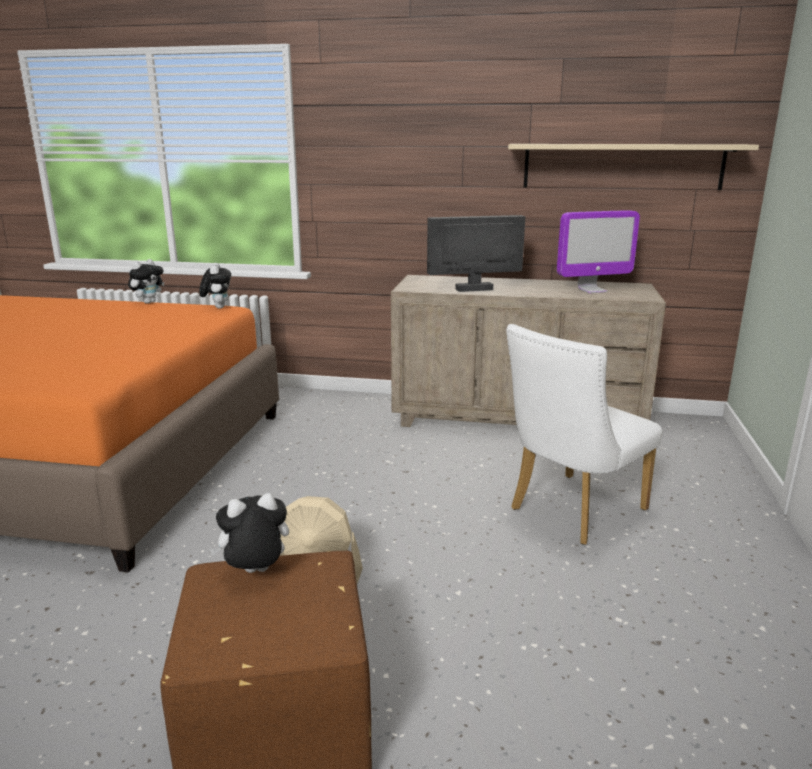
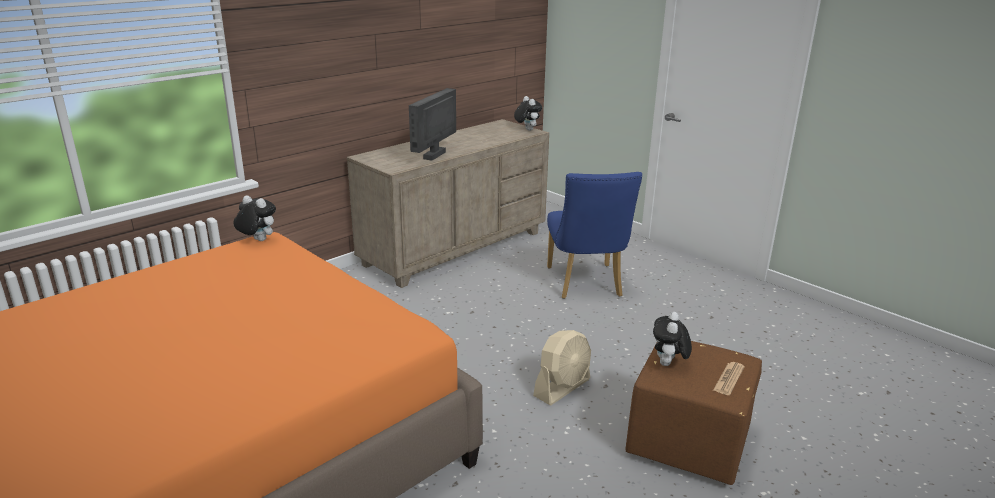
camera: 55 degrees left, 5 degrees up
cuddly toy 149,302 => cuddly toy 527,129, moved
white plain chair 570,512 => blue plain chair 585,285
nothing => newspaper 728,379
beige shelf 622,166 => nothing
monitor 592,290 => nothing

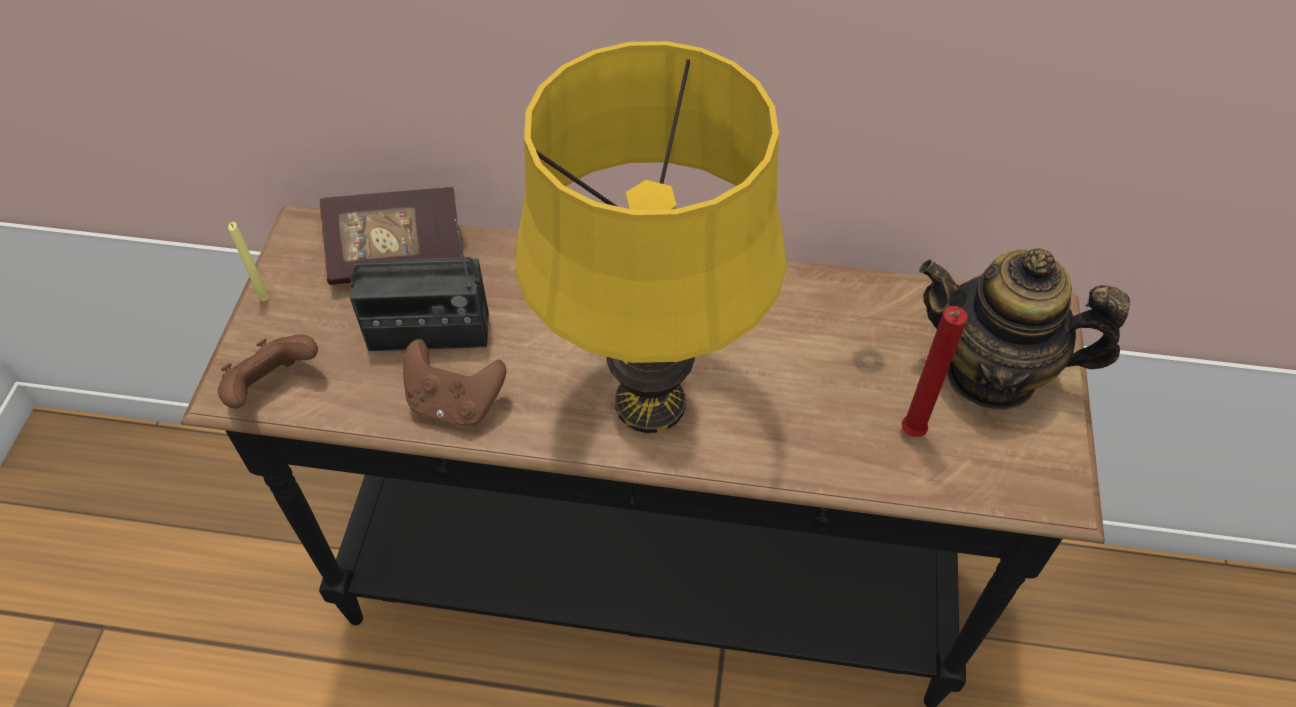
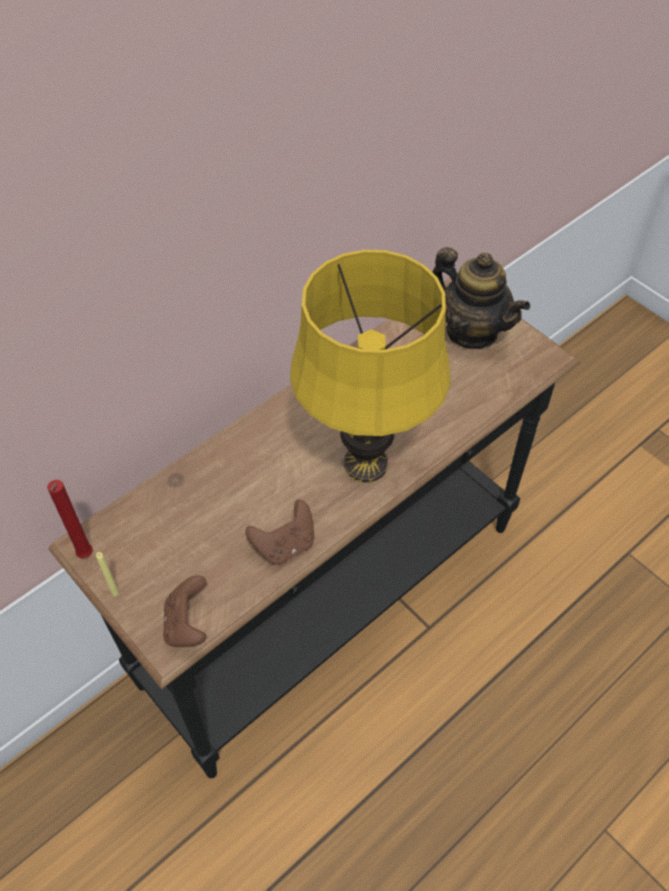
camera: 50 degrees left, 0 degrees up
red wax light 909,434 => red wax light 85,557, moved
pot for tea 991,373 => pot for tea 471,331, 105 degrees counterclockwise
volume 397,256 => nothing
radio 429,332 => nothing

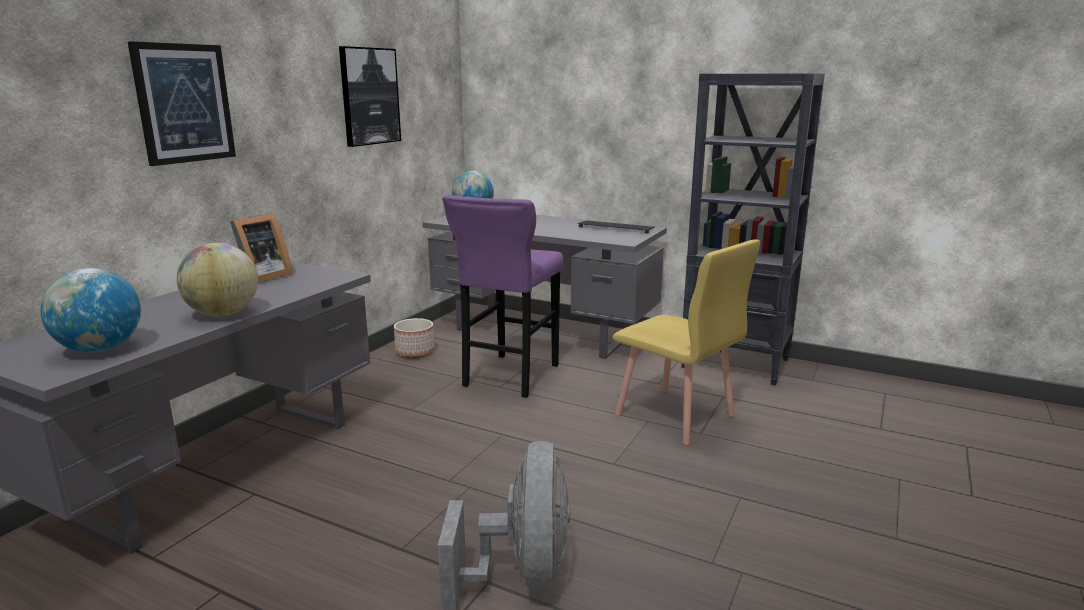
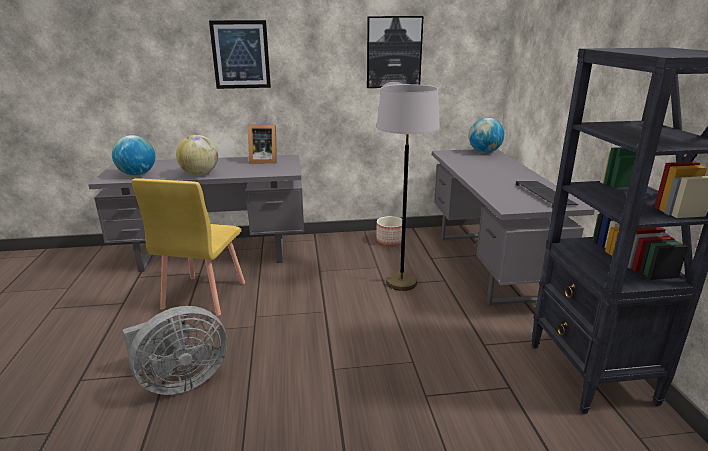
camera: 55 degrees right, 5 degrees up
yellow-coloured plain chair 675,415 => yellow-coloured plain chair 203,295, moved
purple-coloured sitting stool 509,377 => grey floor lamp 401,282

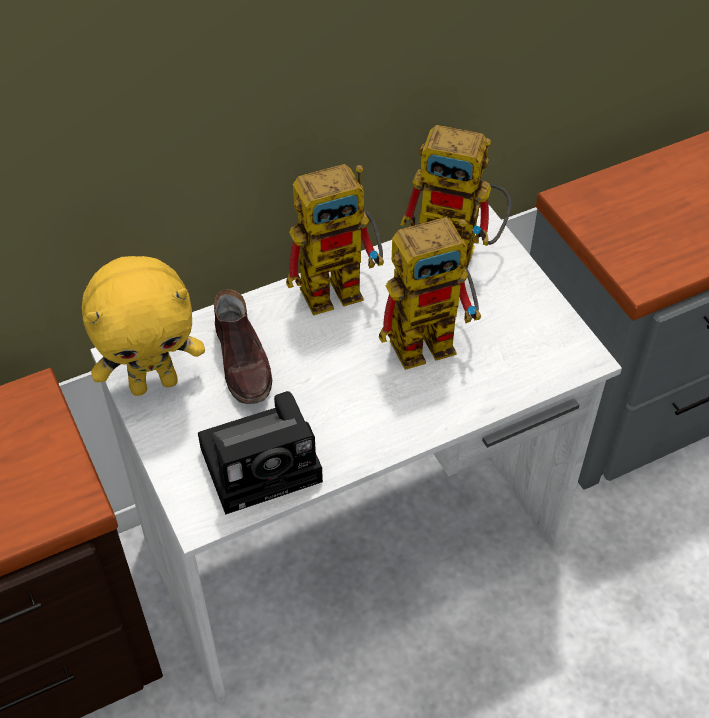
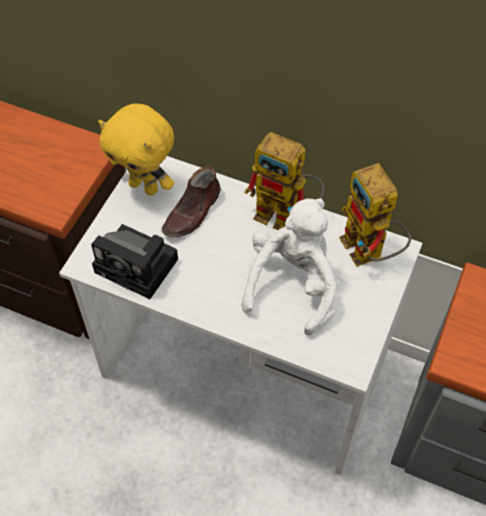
camera: 50 degrees right, 5 degrees up
toy robot 433,338 => white cuddly toy 292,283

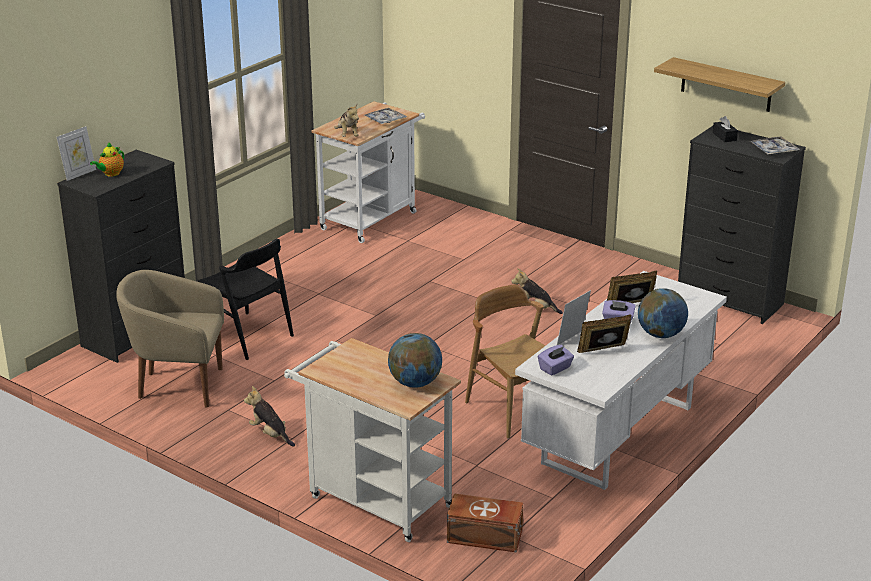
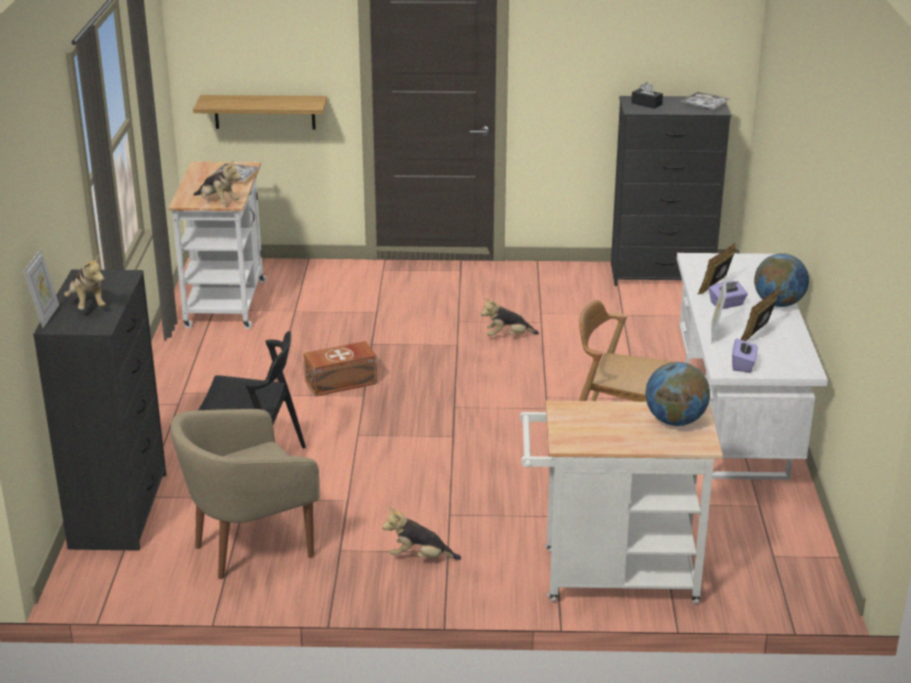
camera: 35 degrees left, 0 degrees up
pot for tea 110,174 => cuddly toy 87,304
shelf 726,85 => shelf 264,112, moved
brown-coloured storage container 485,537 => brown-coloured storage container 342,382, moved

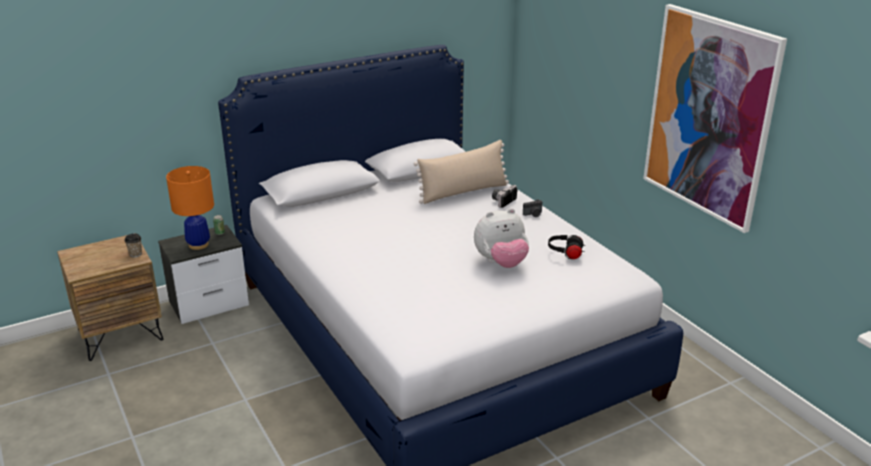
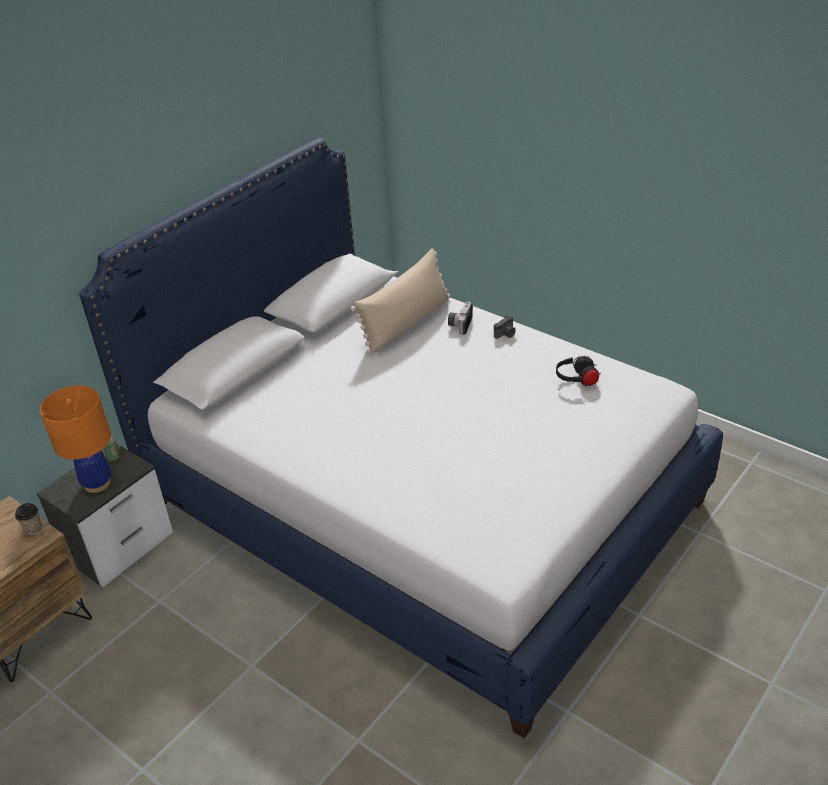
camera: 20 degrees left, 10 degrees up
cuddly toy 501,263 => nothing
wall picture 709,116 => nothing

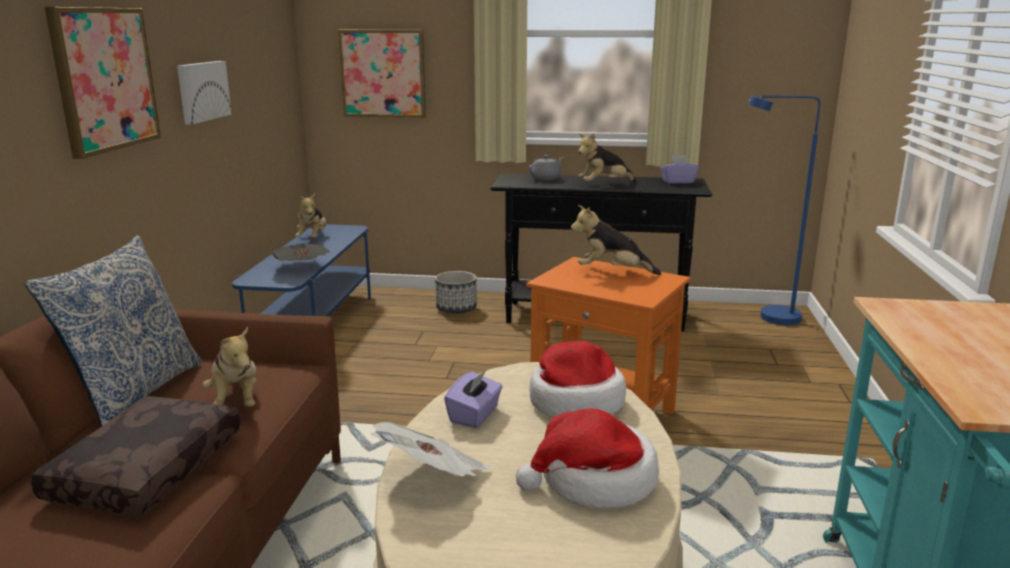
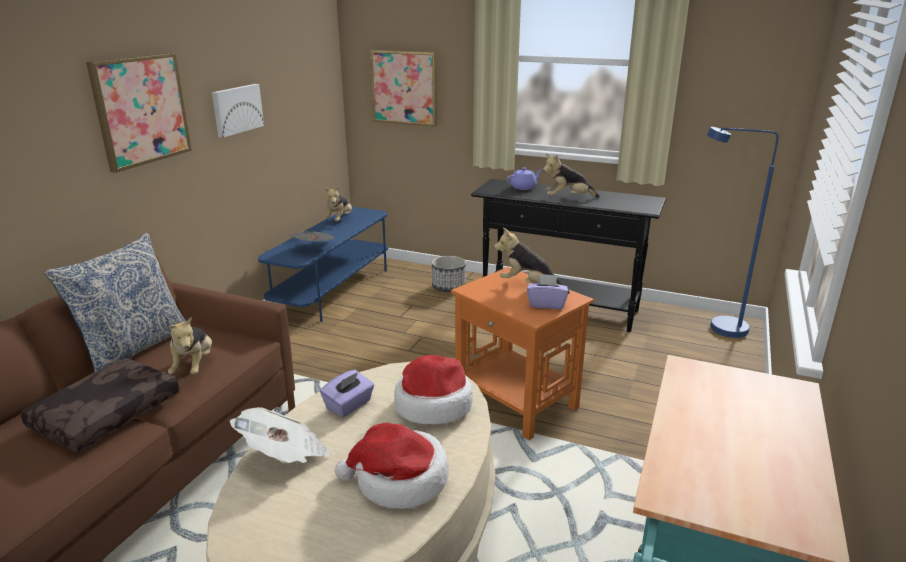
camera: 15 degrees right, 5 degrees up
grey pot for tea 546,178 => purple-coloured pot for tea 524,187
purple-coloured box of tissues 677,181 => purple-coloured box of tissues 546,304, moved

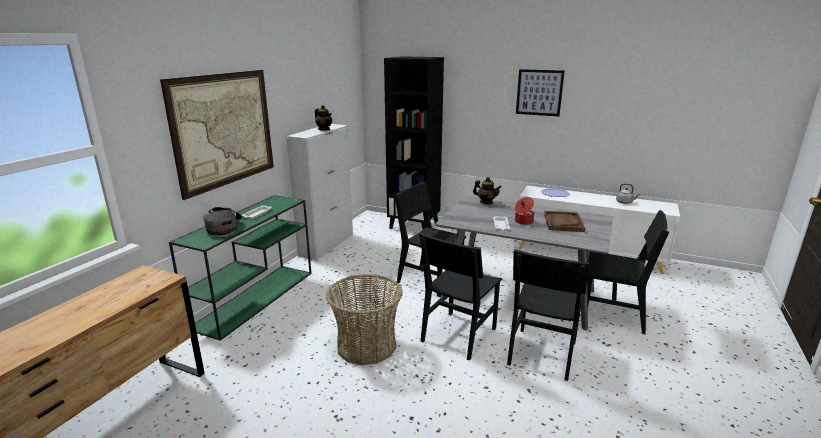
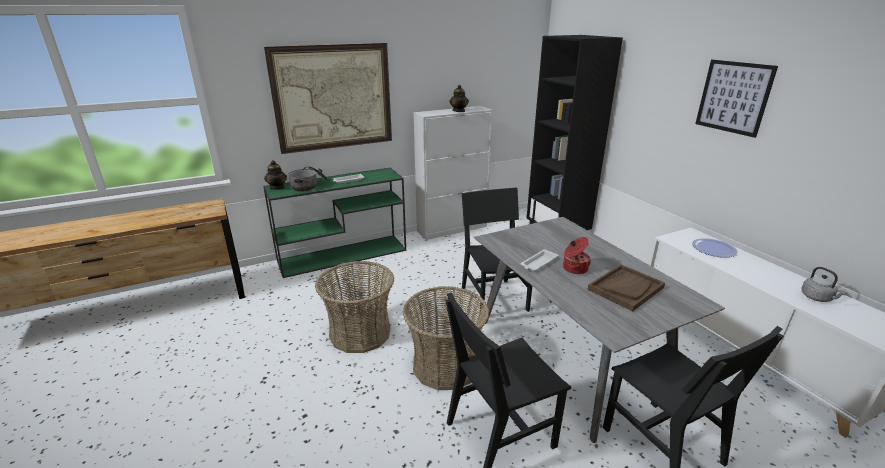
camera: 40 degrees right, 5 degrees up
pot for tea 486,202 => pot for tea 277,187, moved
black-coloured plain chair 458,334 => household basket 445,365

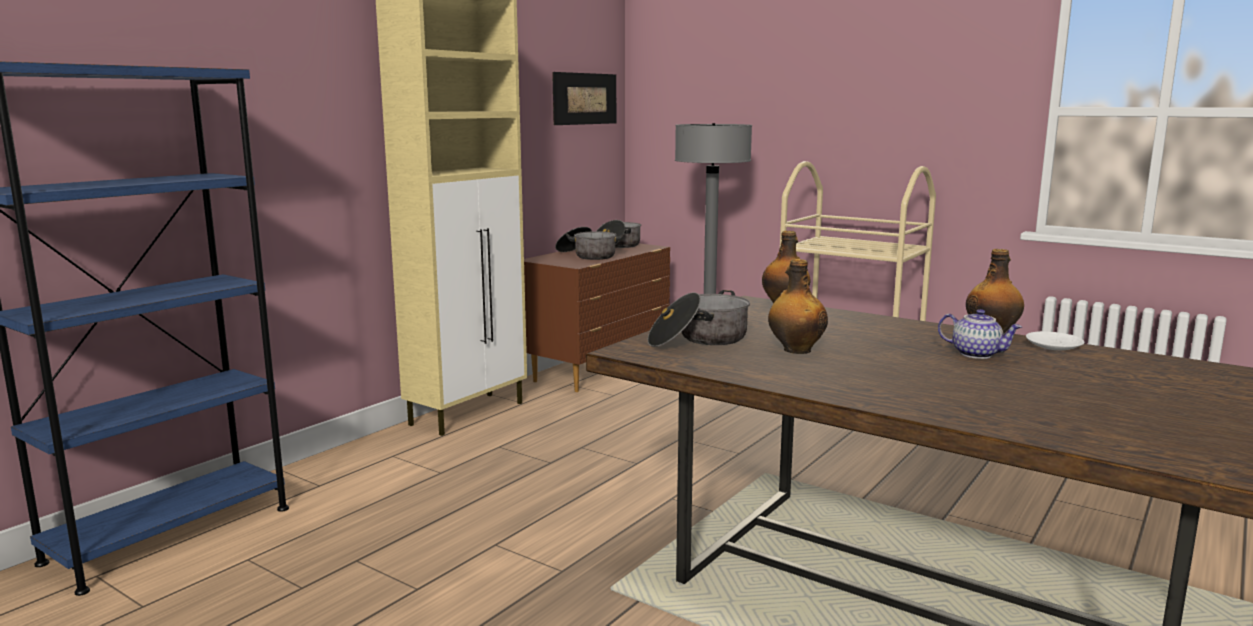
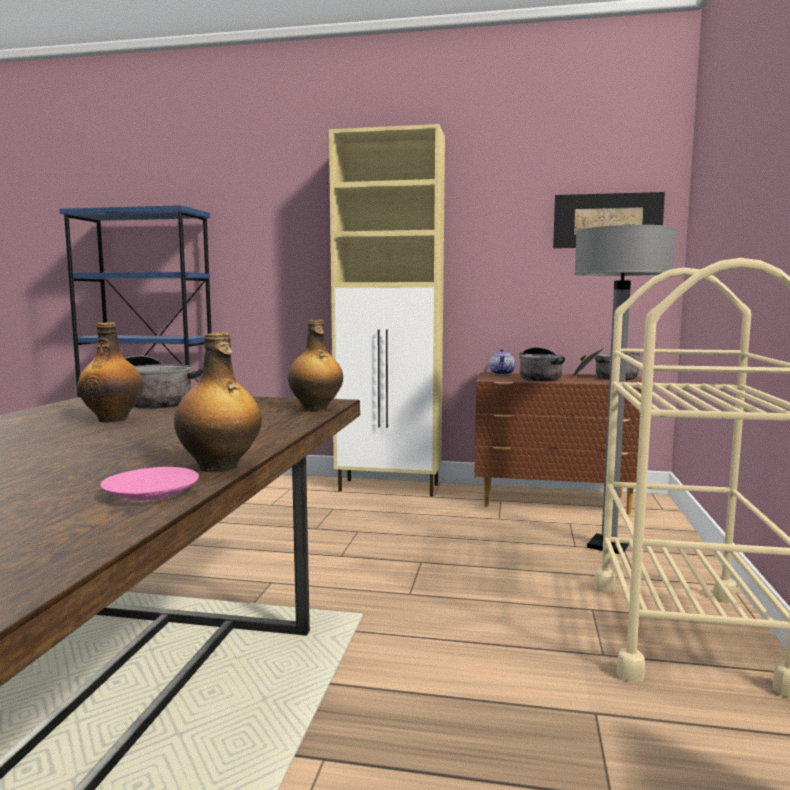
camera: 65 degrees right, 5 degrees down
white plate 1054,347 => pink plate 152,493
pot for tea 977,354 => pot for tea 502,374, moved

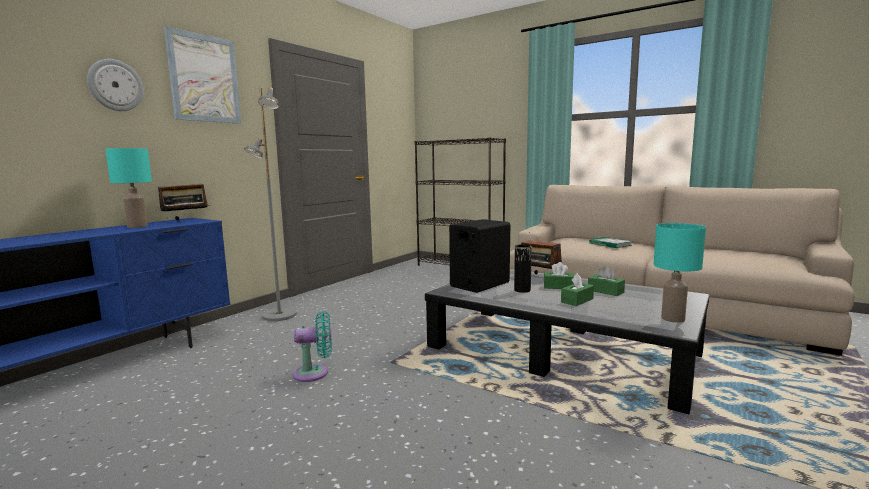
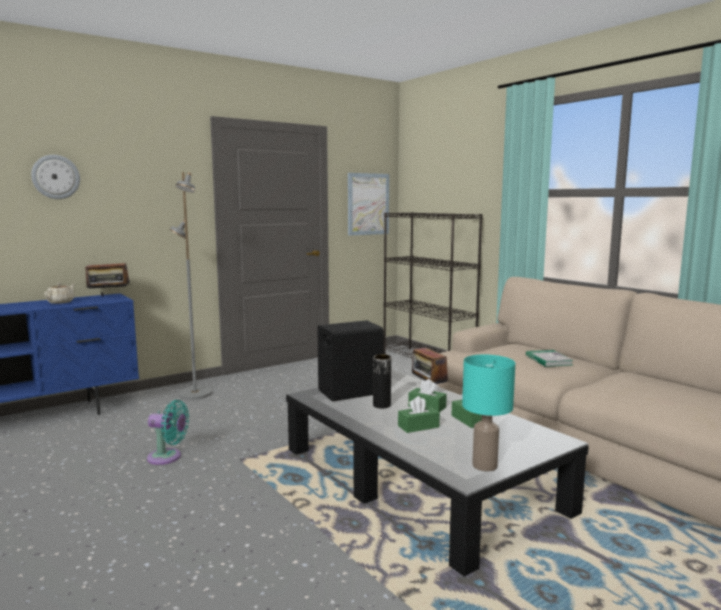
camera: 20 degrees right, 0 degrees up
blue-green table lamp 137,226 => beige pot for tea 61,302
wall picture 204,78 => wall picture 368,204, moved

